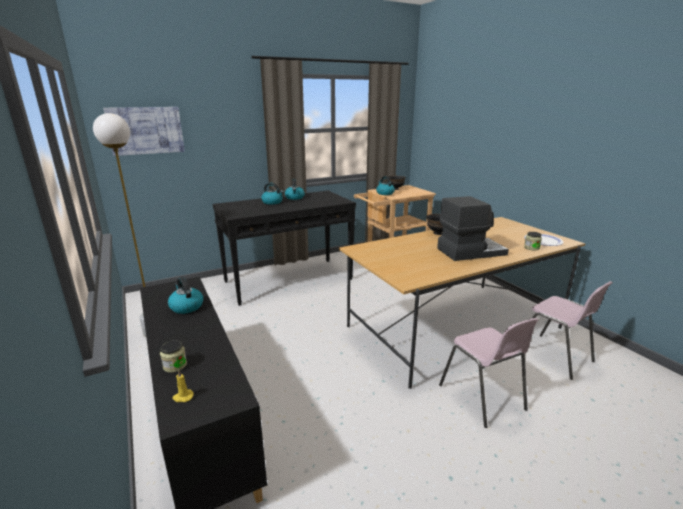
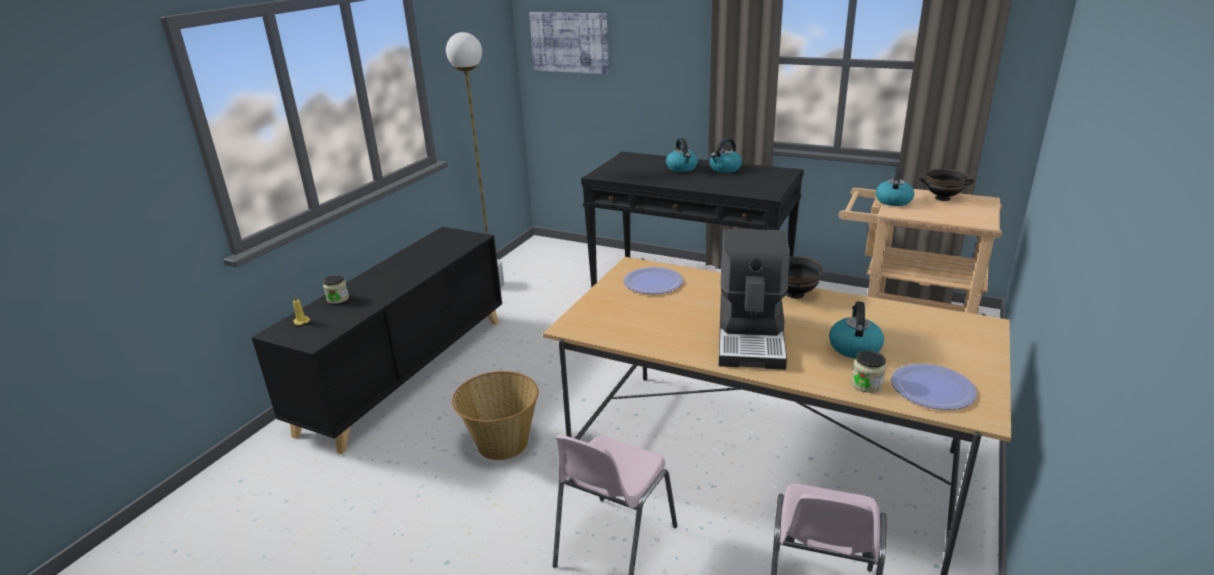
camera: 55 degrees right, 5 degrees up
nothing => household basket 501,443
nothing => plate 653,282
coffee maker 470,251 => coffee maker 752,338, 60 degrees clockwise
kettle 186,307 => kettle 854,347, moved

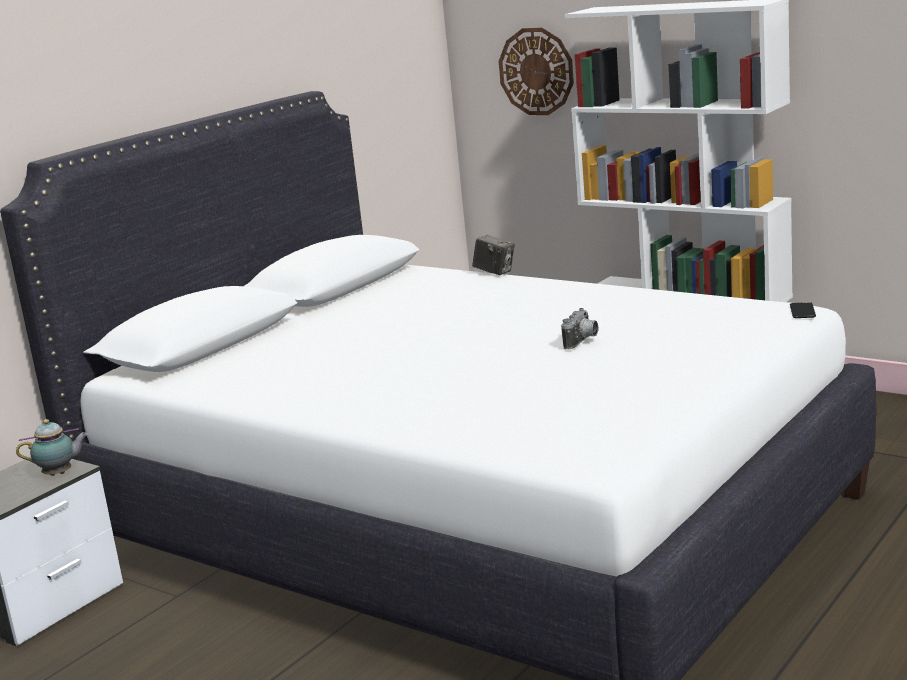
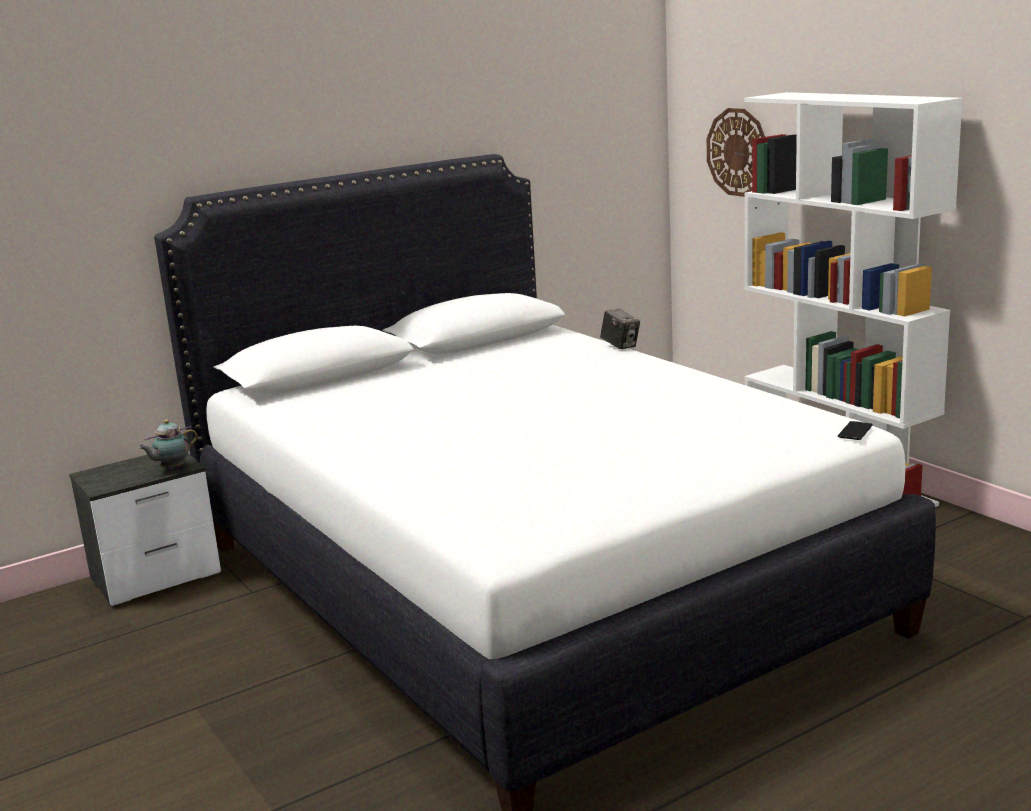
camera: 20 degrees right, 0 degrees up
pot for tea 60,474 => pot for tea 172,468, 135 degrees clockwise
still camera 582,342 => nothing

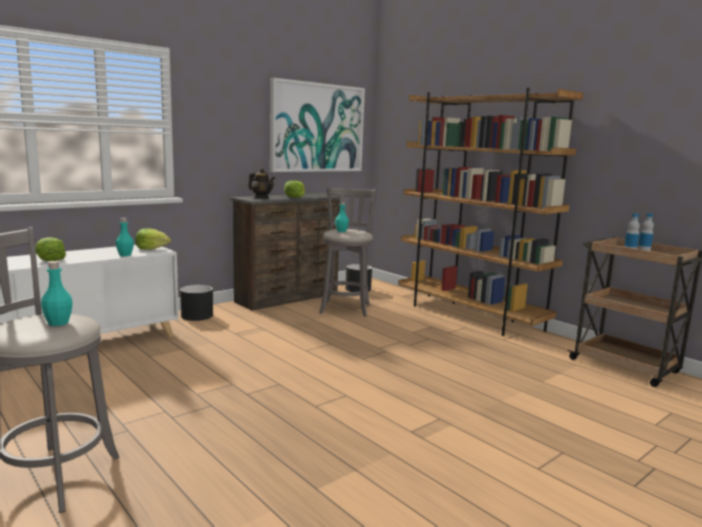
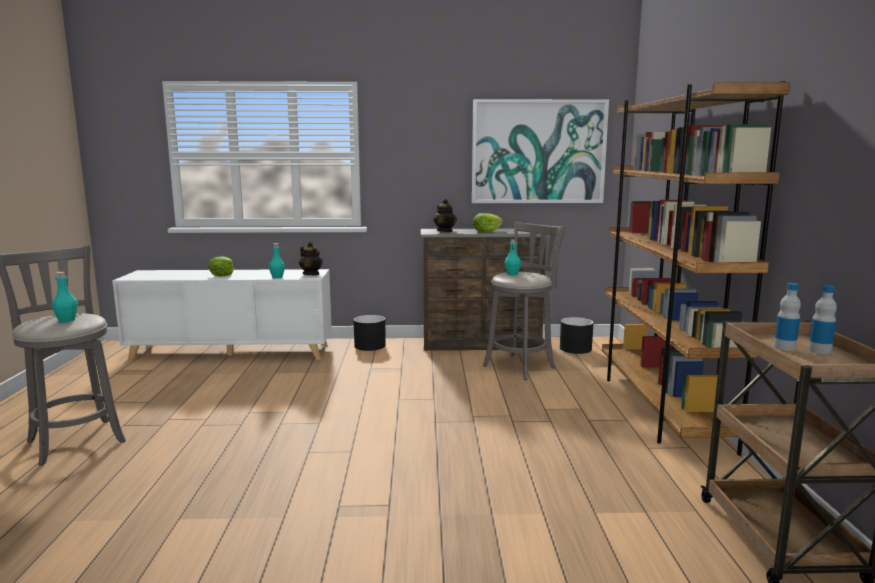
camera: 40 degrees right, 0 degrees up
head of lettuce 152,248 => pot for tea 311,274

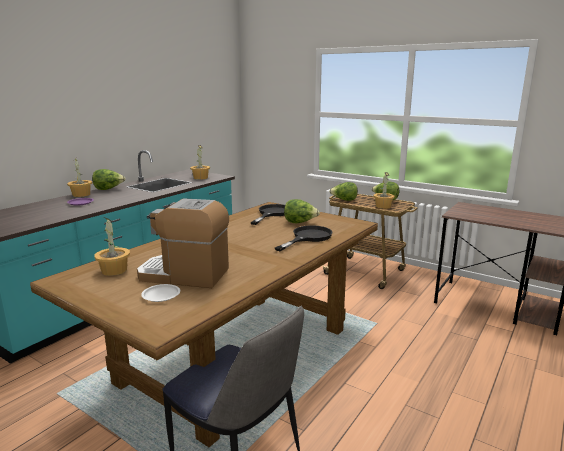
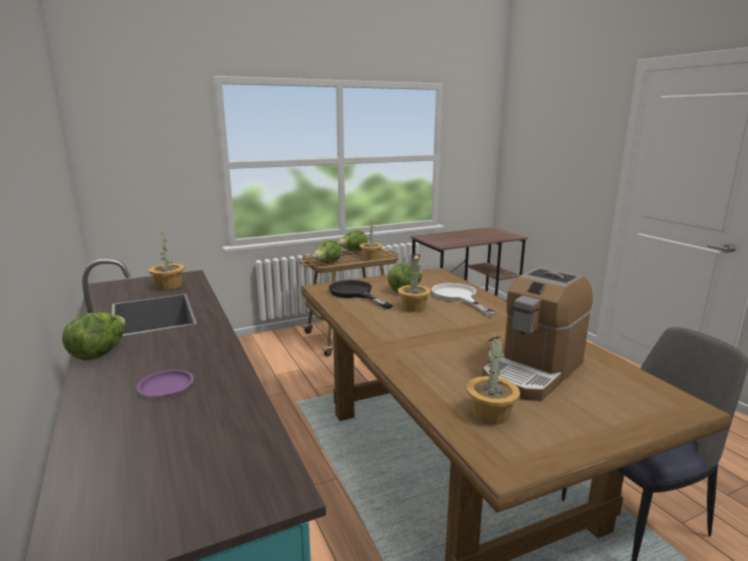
camera: 60 degrees left, 0 degrees up
plant in a pot 81,194 => plant in a pot 414,307, moved
black-coloured skillet 308,237 => white skillet 458,297
white plate 161,295 => nothing

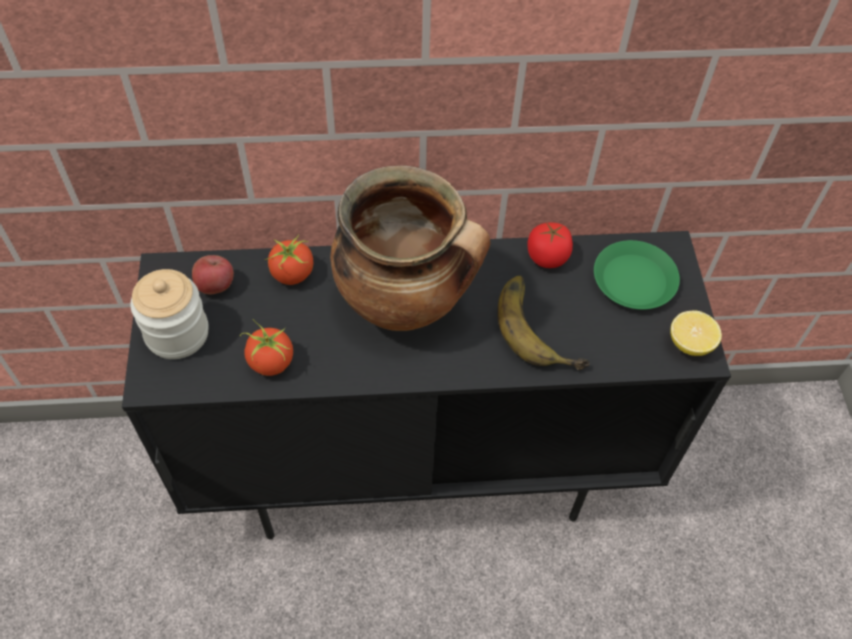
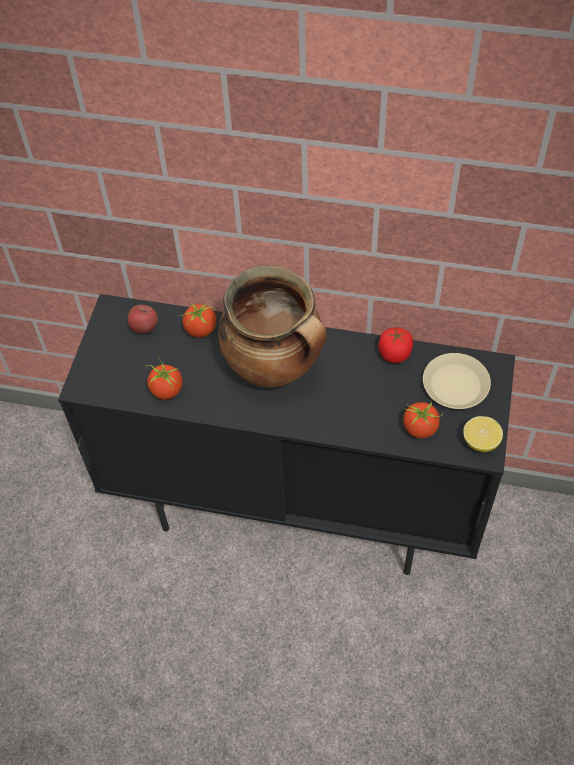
camera: 20 degrees right, 0 degrees up
nothing => fresh tomato 420,428
green plate 634,280 => beige plate 456,385
storage jar 177,333 => nothing
banana 542,326 => nothing

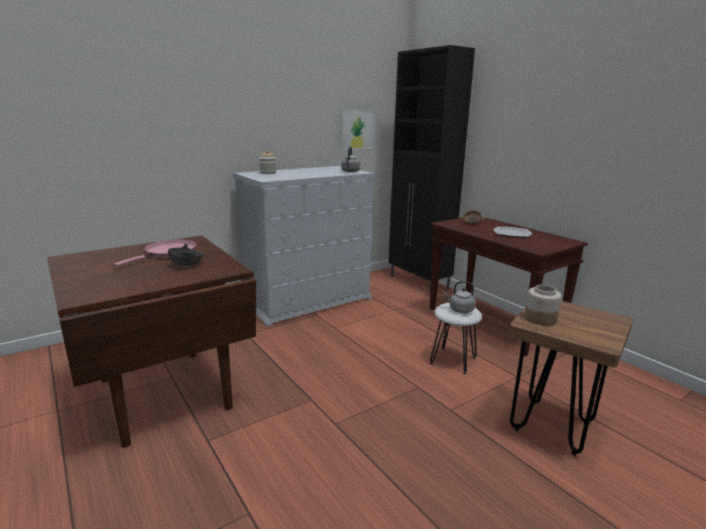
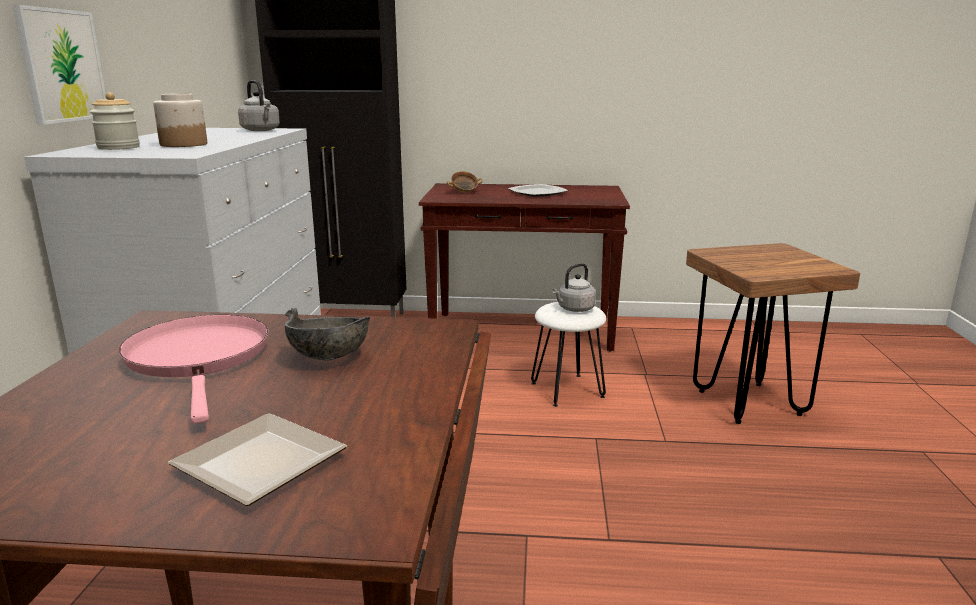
camera: 50 degrees left, 0 degrees up
wall picture 356,129 => wall picture 62,66, moved
storage jar 540,319 => storage jar 183,144, moved
nothing => plate 254,464

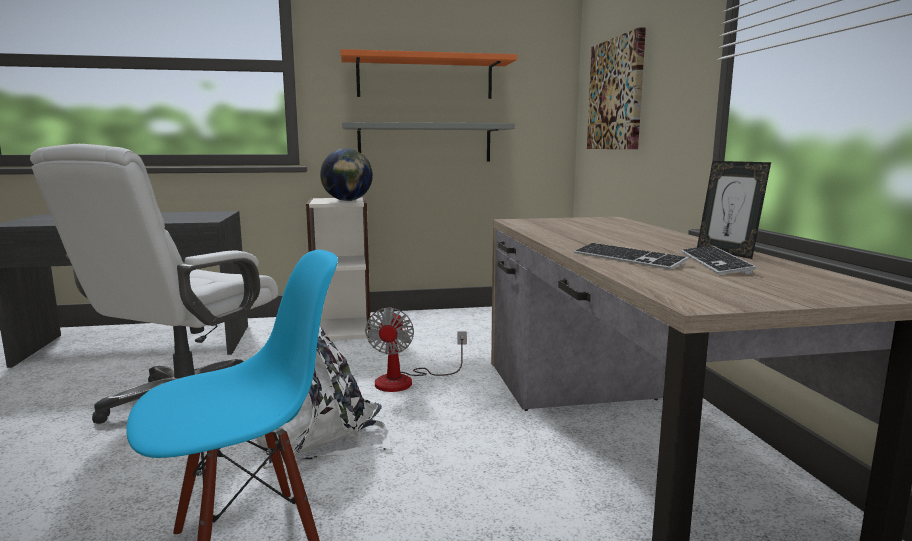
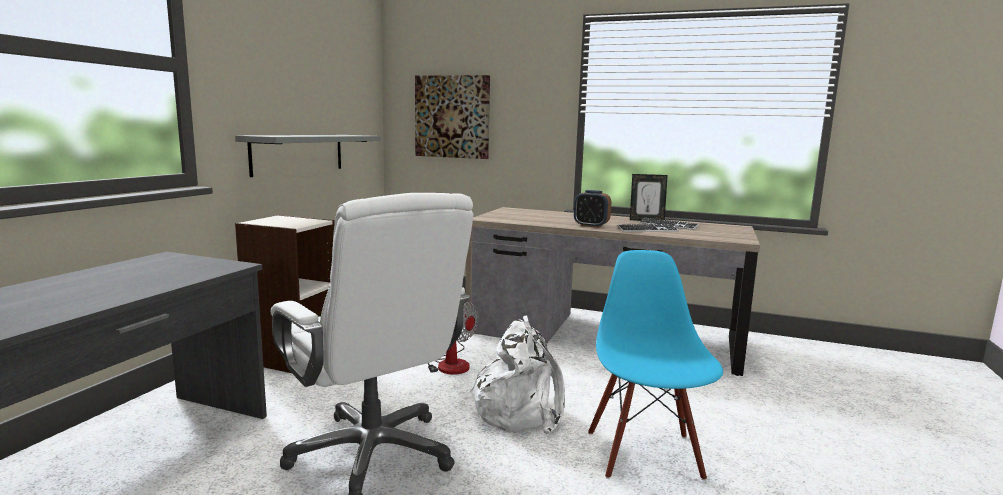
camera: 60 degrees left, 0 degrees up
nothing => alarm clock 591,226
world globe 347,201 => nothing
orangey shelf 425,78 => nothing

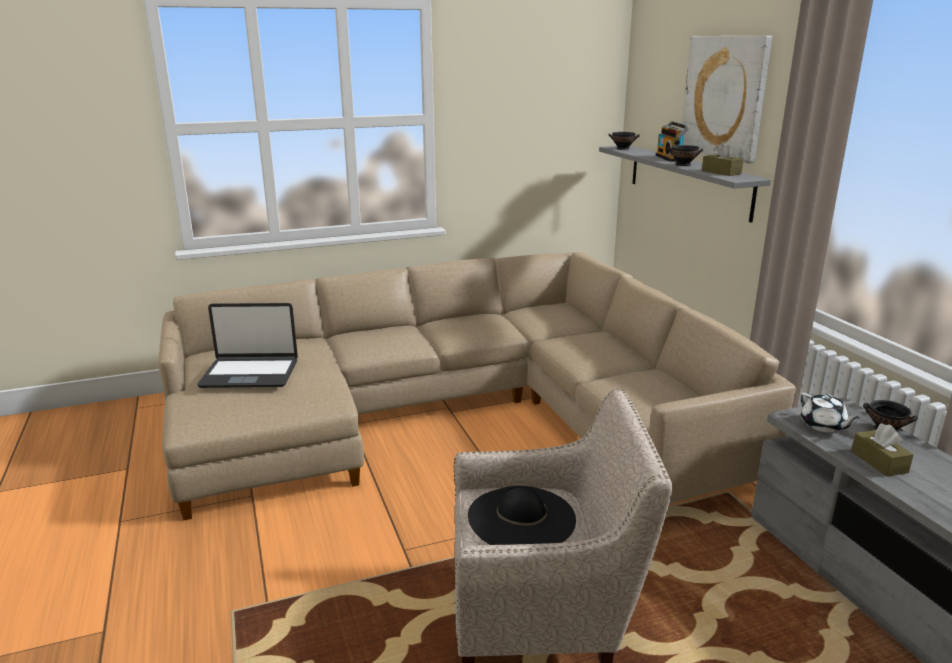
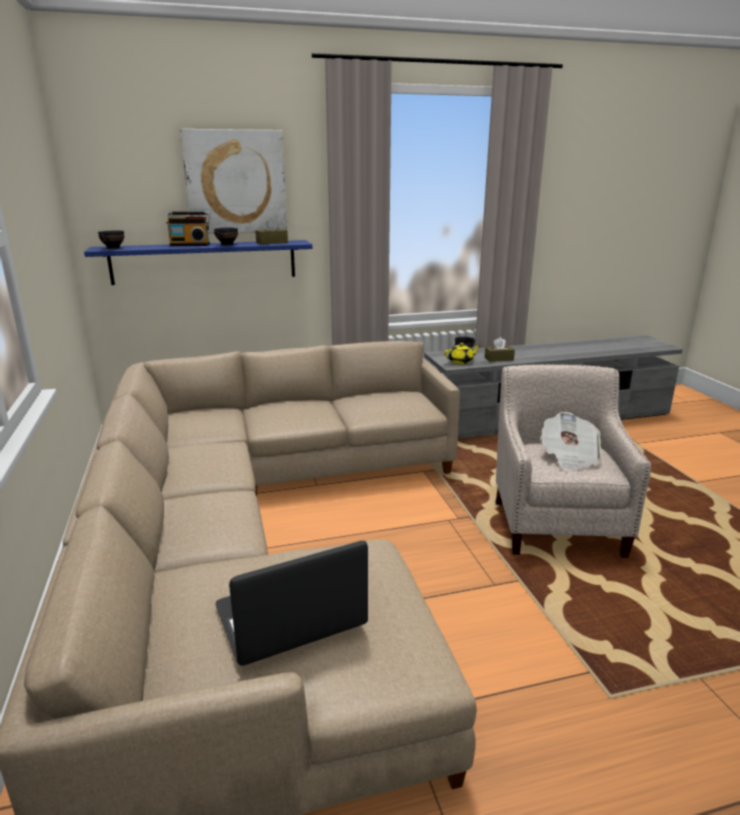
camera: 85 degrees left, 0 degrees up
grey shelf 688,180 => blue shelf 204,262
laptop 250,374 => laptop 291,618, 120 degrees counterclockwise
white pot for tea 823,426 => yellow-coloured pot for tea 461,361
black-coloured clothing hat 521,517 => newspaper 569,457

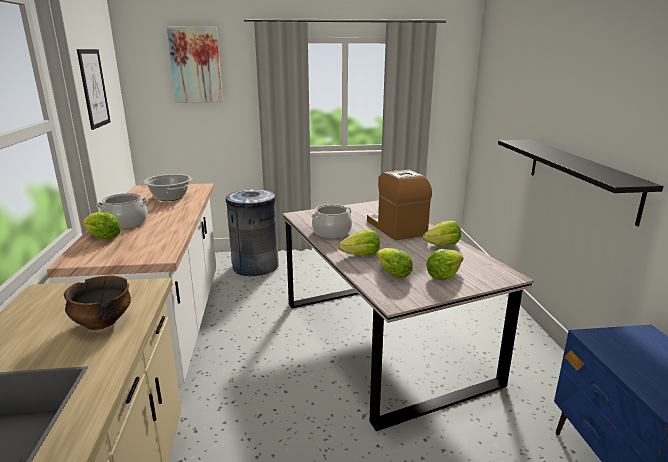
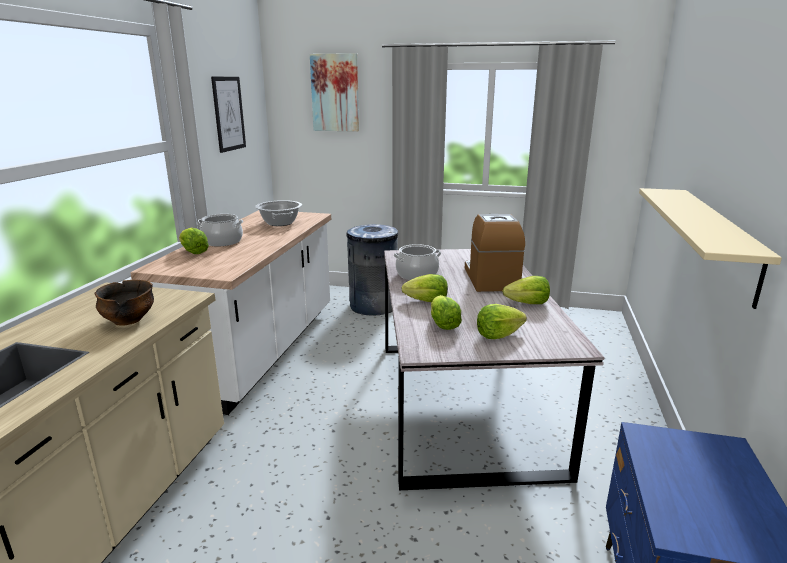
camera: 20 degrees right, 0 degrees up
black-coloured shelf 580,177 => beige shelf 717,240

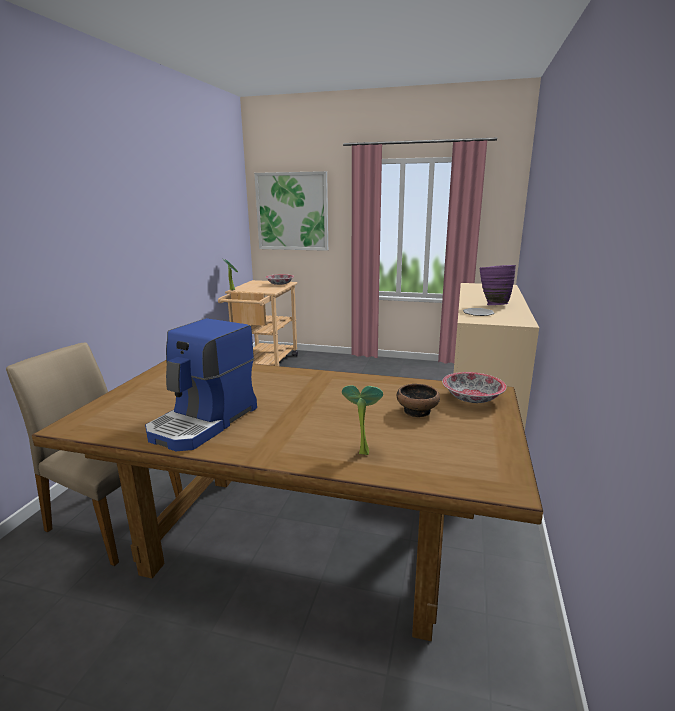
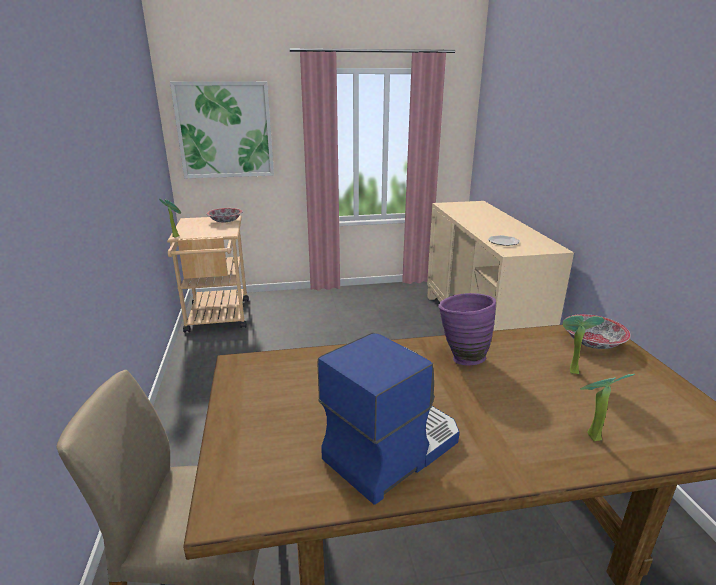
camera: 25 degrees left, 5 degrees up
coffee maker 204,422 => coffee maker 392,448, 135 degrees counterclockwise
purple-coloured vase 493,304 => purple-coloured vase 461,357, moved
bowl 417,411 => plant in a pot 570,370

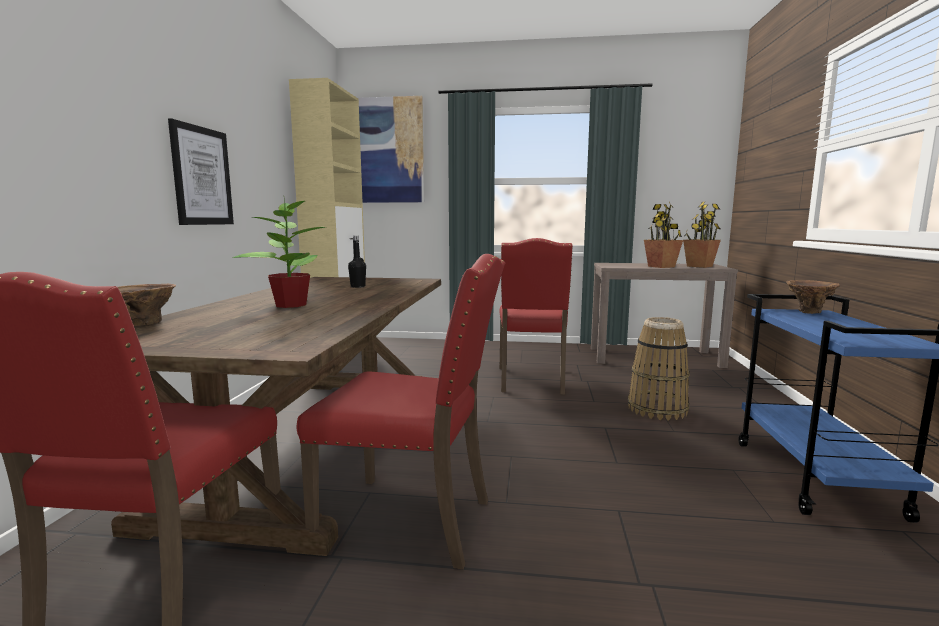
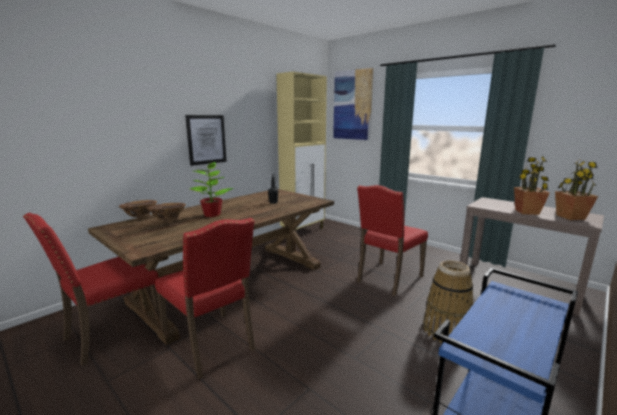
camera: 35 degrees right, 5 degrees up
brown-coloured vase 807,312 => brown-coloured vase 168,221, moved

